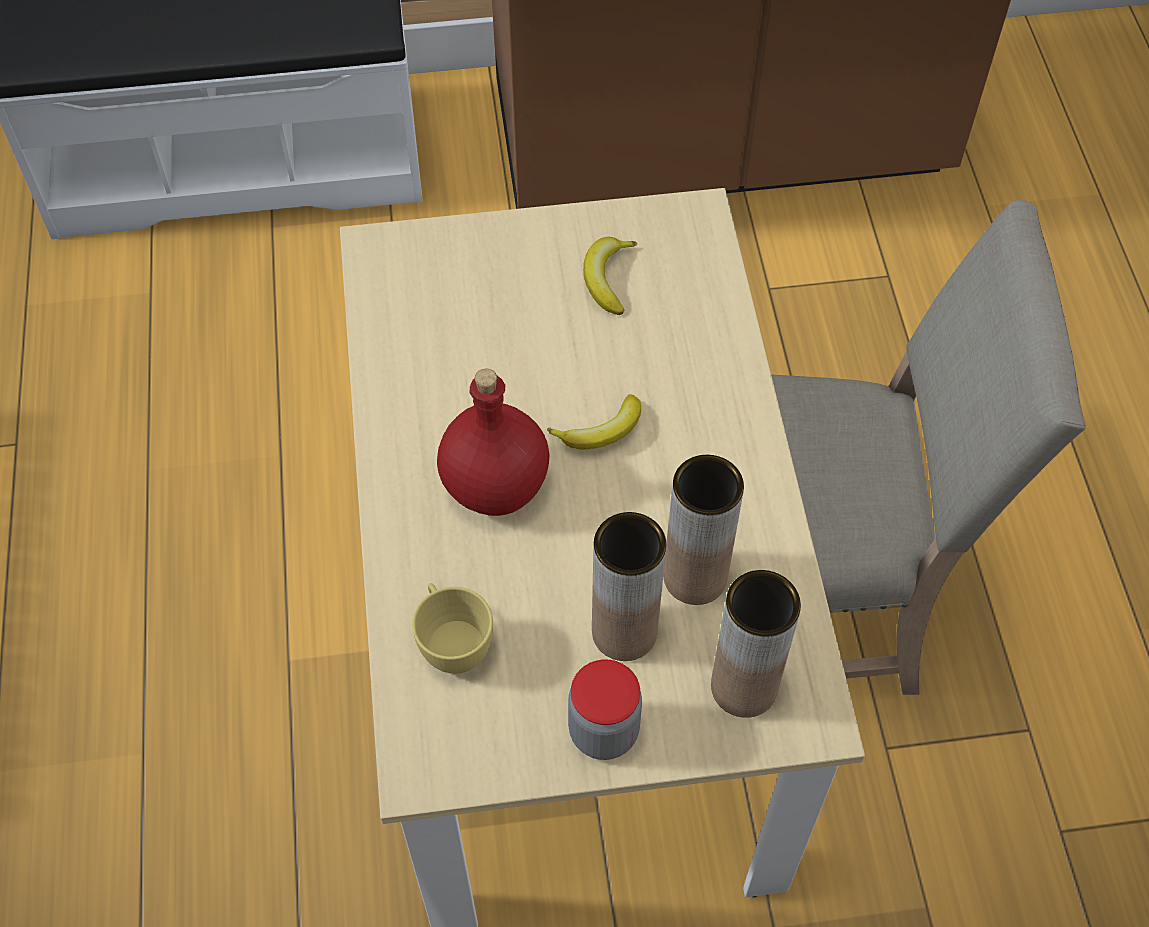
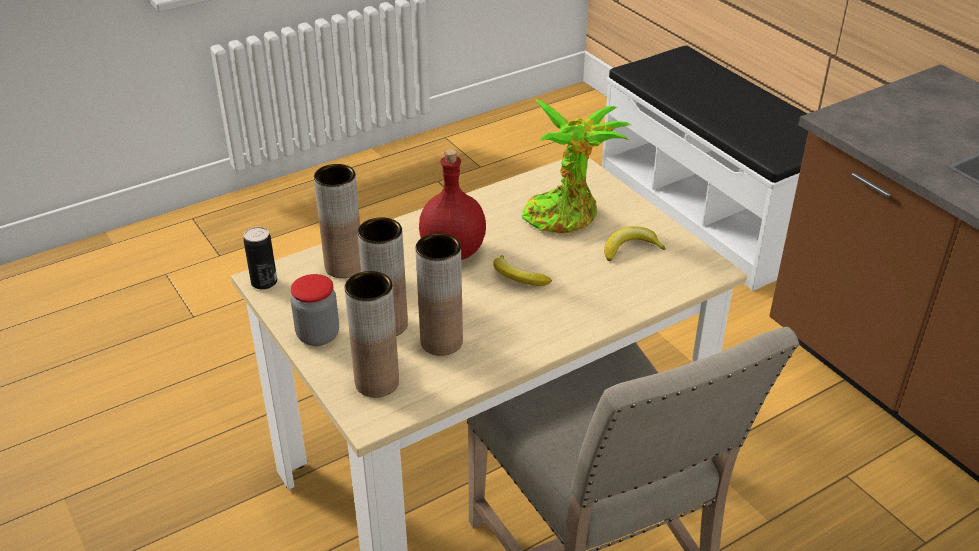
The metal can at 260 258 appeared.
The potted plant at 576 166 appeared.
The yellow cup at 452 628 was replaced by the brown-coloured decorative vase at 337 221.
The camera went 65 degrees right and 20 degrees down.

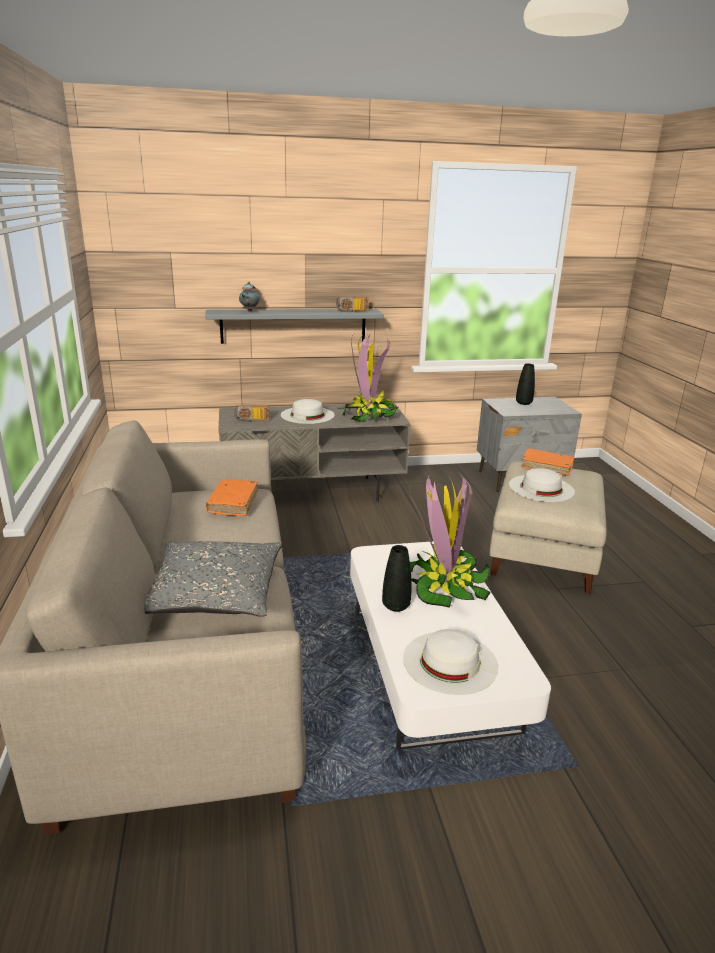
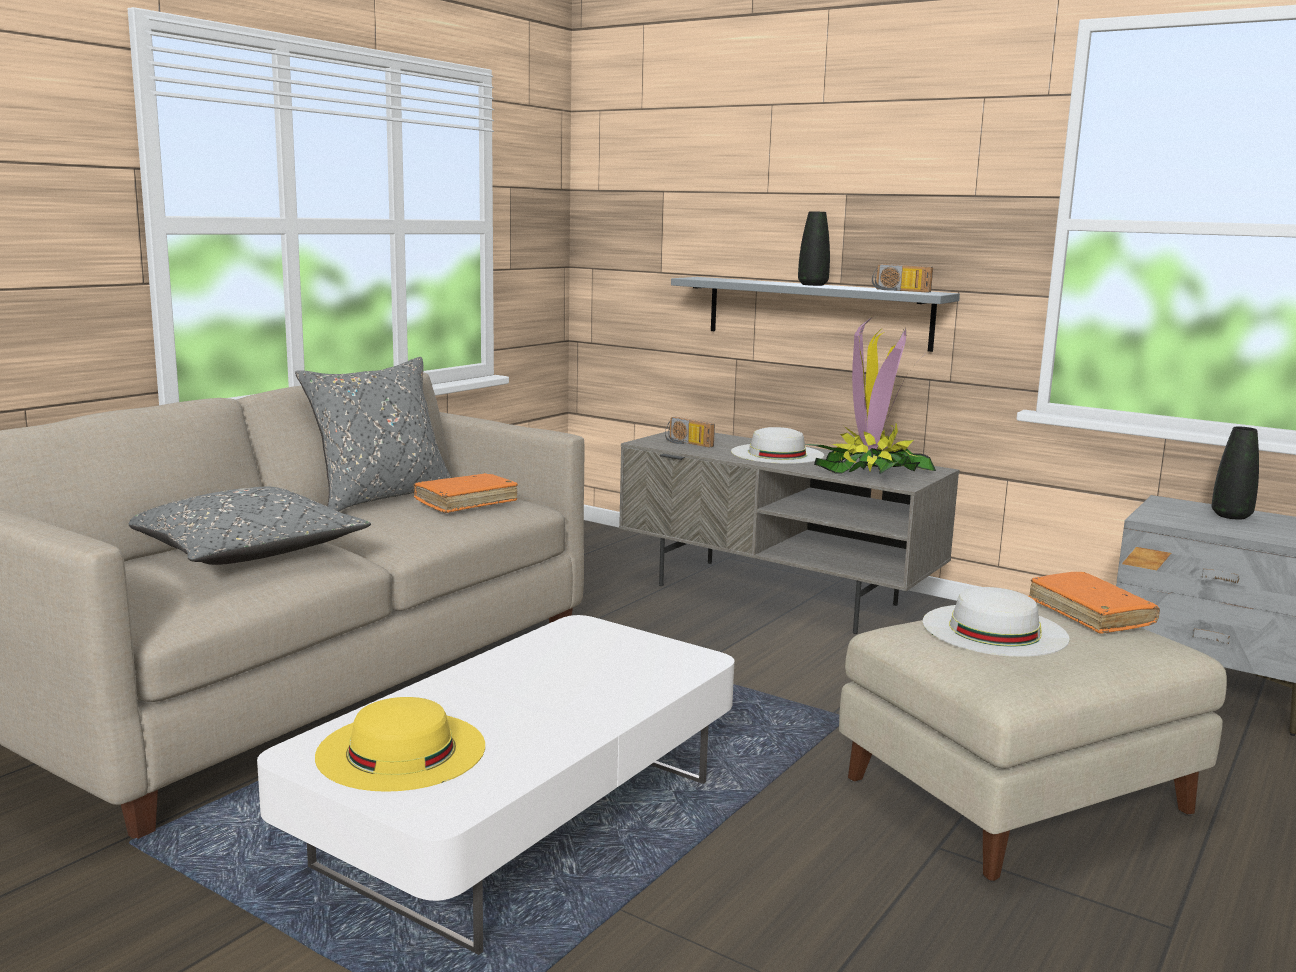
The teapot at 249 297 disappeared.
The potted plant at 450 540 disappeared.
The grey throw pillow at 373 434 appeared.
The black decorative vase moved from 397 578 to 814 248.
The whitish hat at 450 662 became the yellow hat at 400 744.
The camera went 45 degrees right and 10 degrees down.

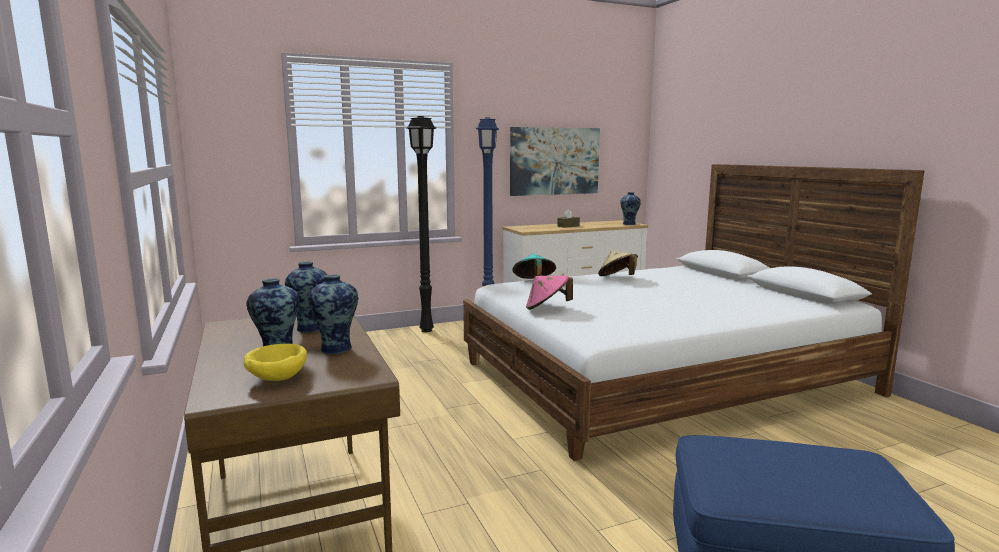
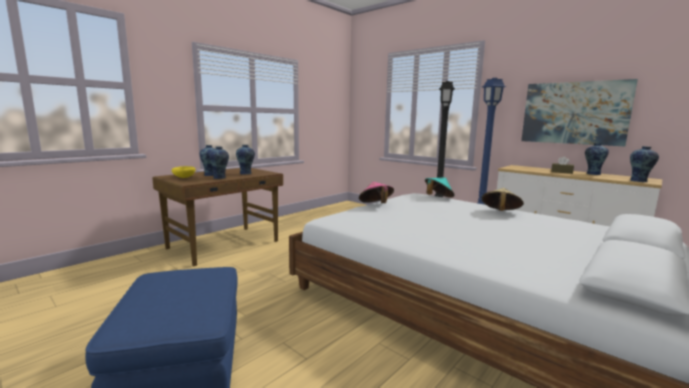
The decorative vase at 597 159 appeared.
The camera went 65 degrees right and 0 degrees up.

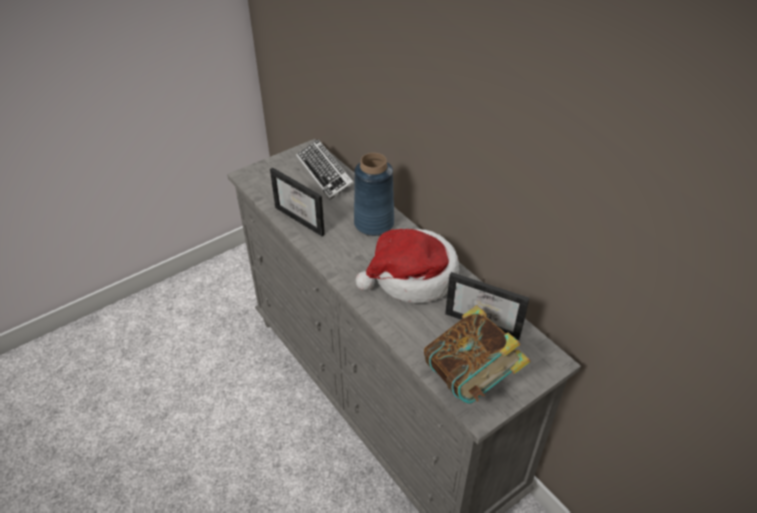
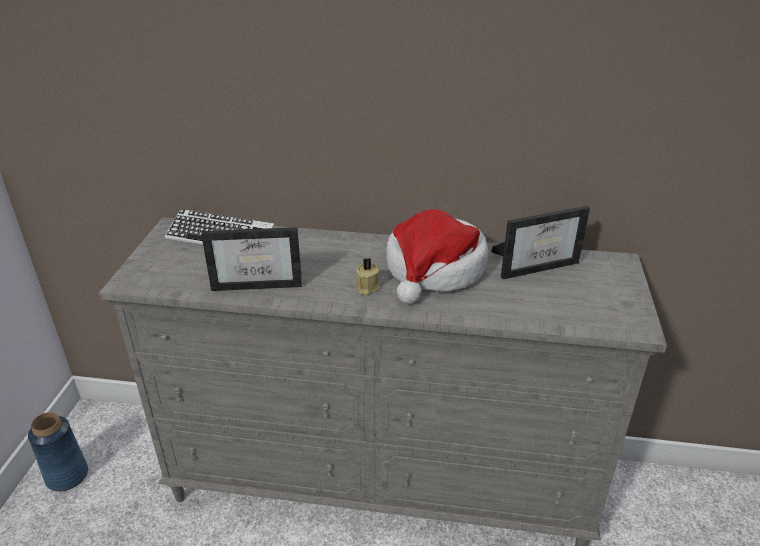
The volume at 477 354 disappeared.
The sand-coloured wax light at 367 276 appeared.
The blue-coloured decorative vase moved from 374 194 to 58 452.
The camera went 45 degrees left and 10 degrees down.

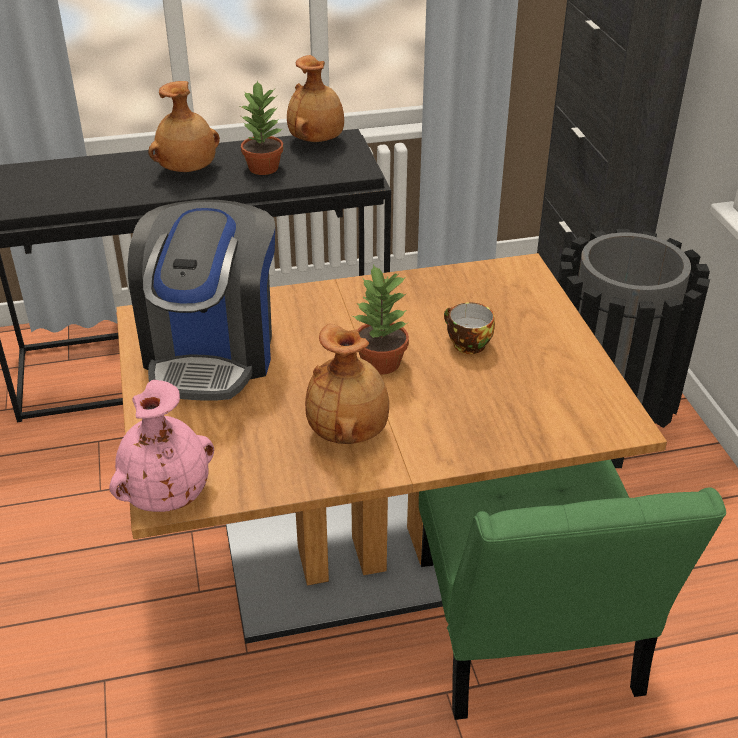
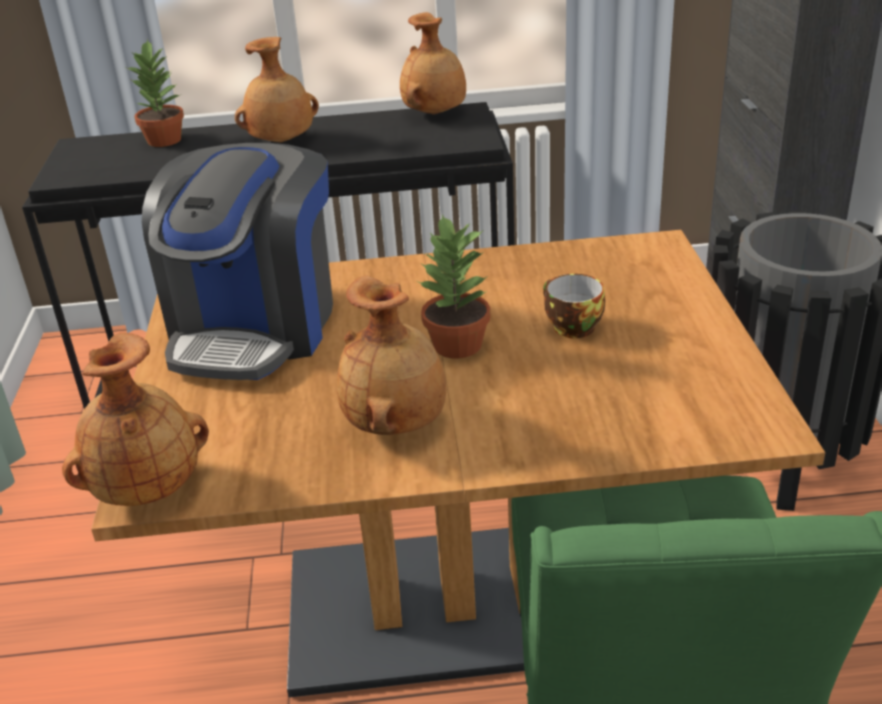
The potted plant moved from 261 128 to 155 93.
The pink decorative vase at 161 446 became the brown-coloured decorative vase at 135 419.
The camera went 10 degrees right and 5 degrees down.

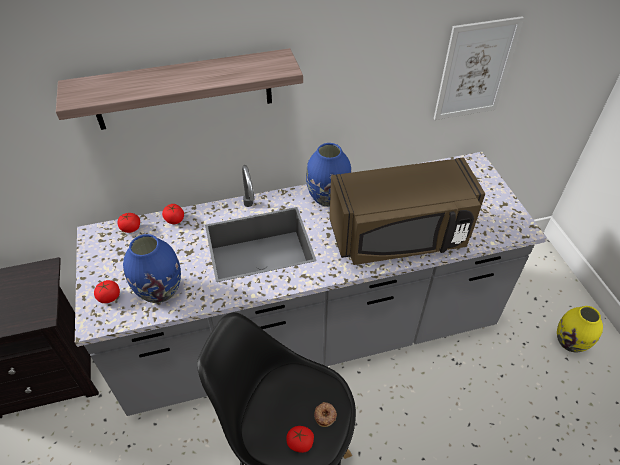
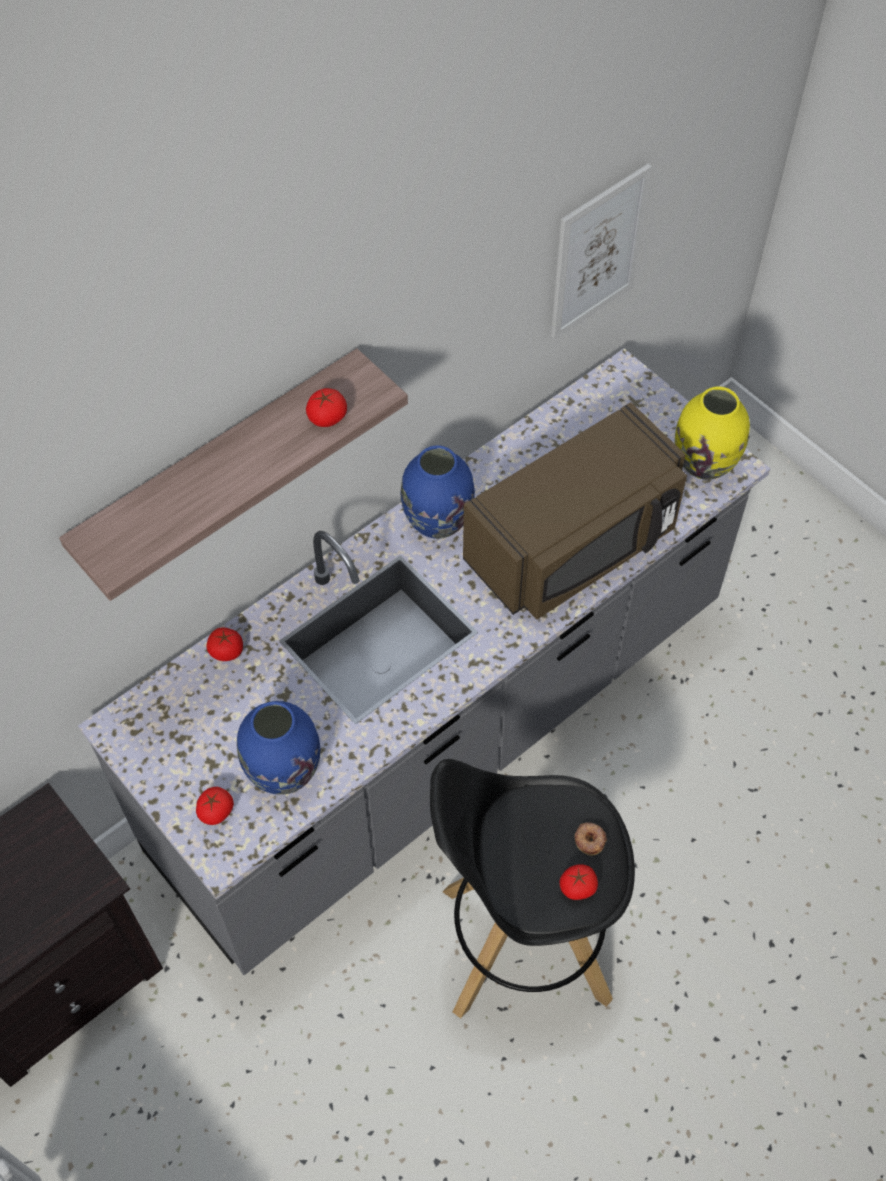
The whole tomato moved from 129 223 to 326 407.
The yellow decorative vase moved from 580 329 to 712 433.
The camera went 25 degrees left and 10 degrees up.

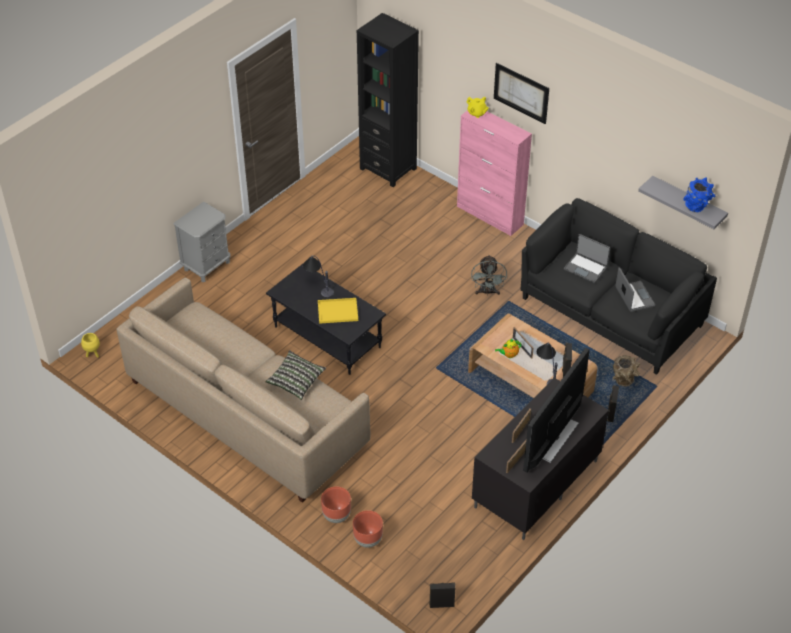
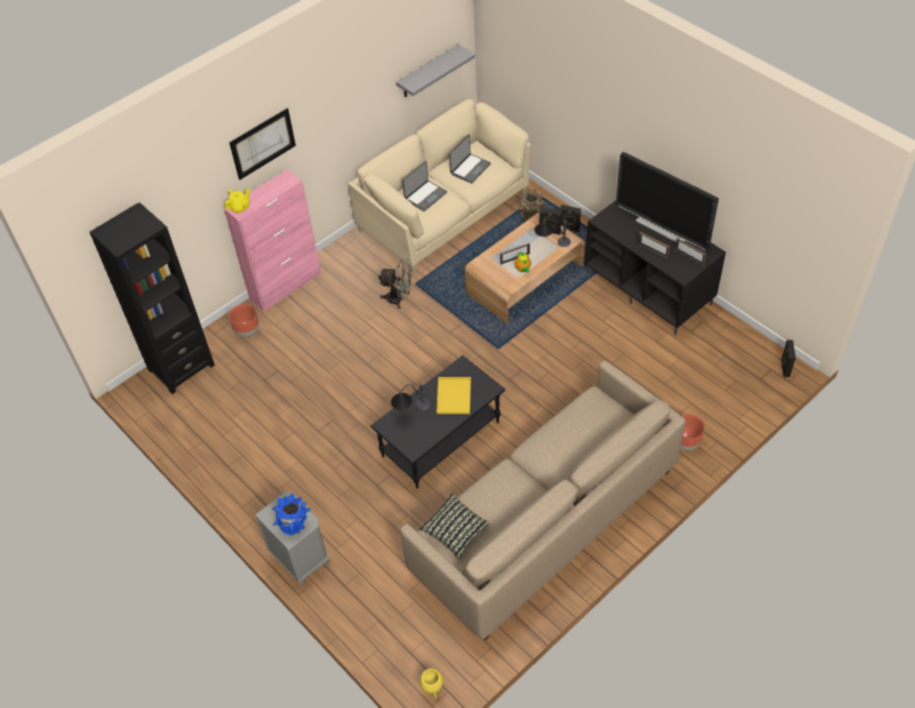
The throw pillow moved from 295 375 to 454 526.
The brown-coloured planter moved from 368 529 to 244 320.
The blue-coloured decorative vase moved from 699 195 to 291 514.
The black settee at 618 286 became the sand-coloured settee at 439 186.
The laptop at 635 290 turned 135 degrees clockwise.
The camera went 80 degrees left and 5 degrees up.

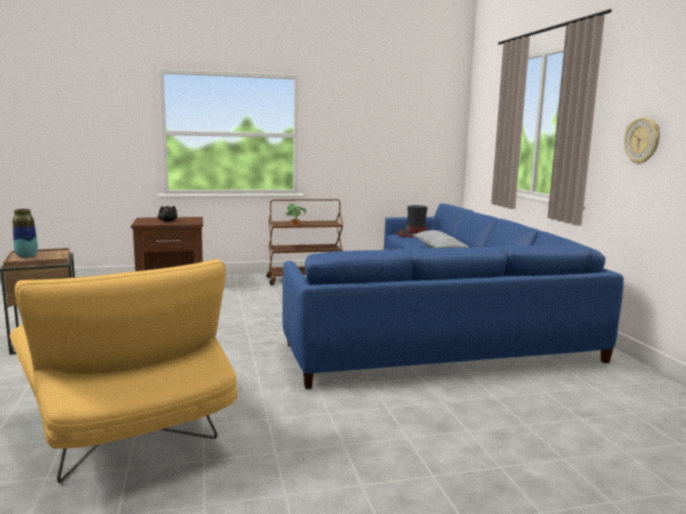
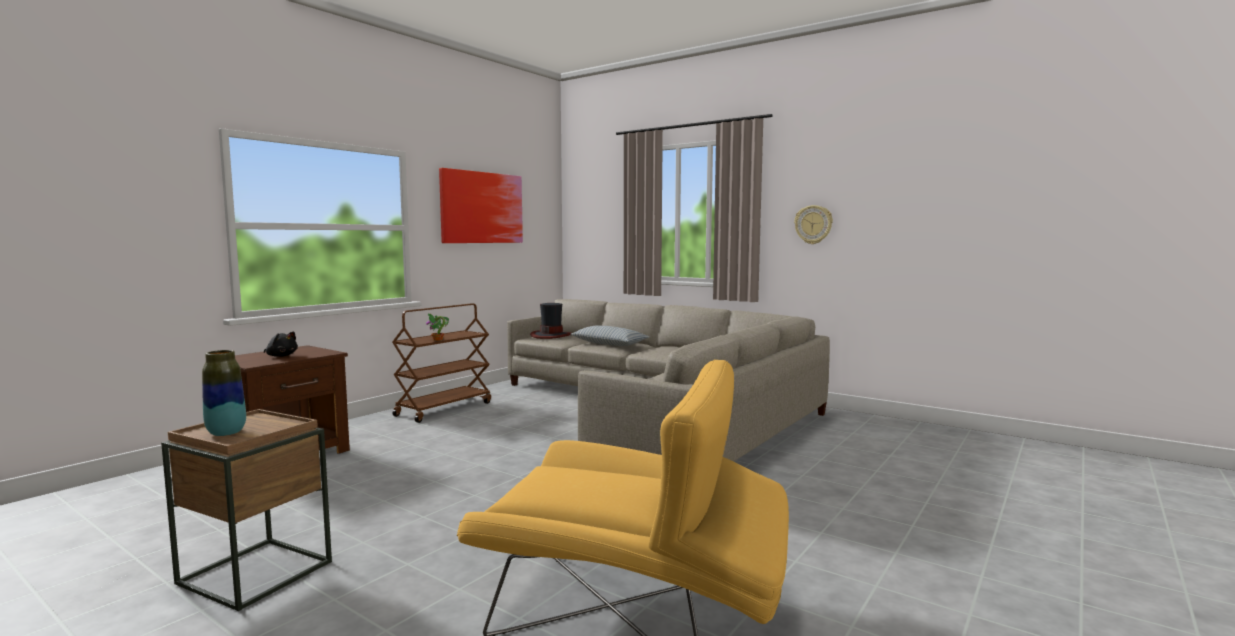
The wall picture at 481 205 appeared.
The blue-coloured settee at 453 296 became the grey settee at 668 380.
The camera went 40 degrees left and 5 degrees down.

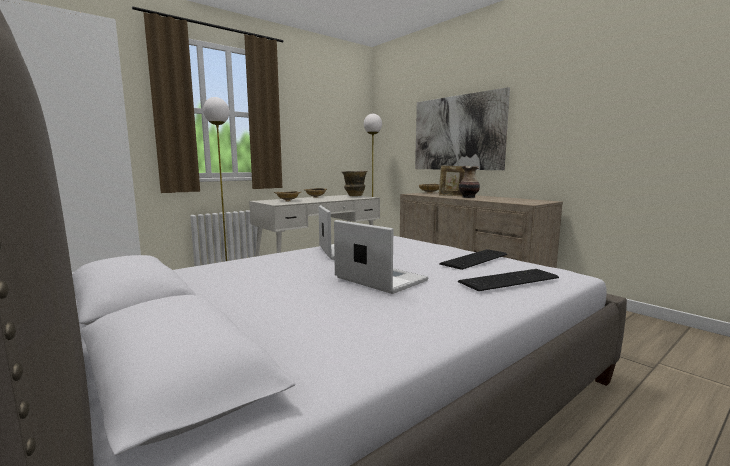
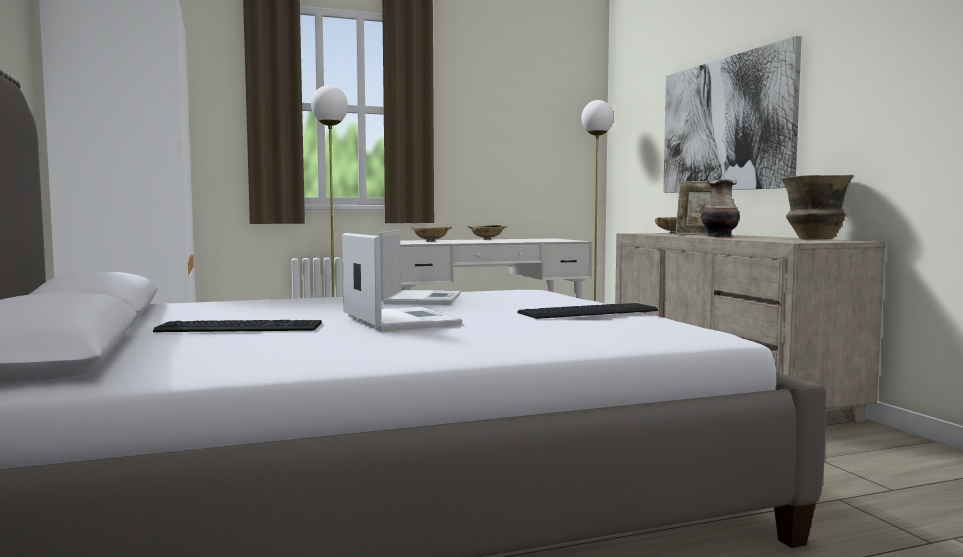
The decorative vase moved from 354 183 to 817 207.
The keyboard moved from 508 280 to 237 326.
The camera went 20 degrees right and 5 degrees down.

